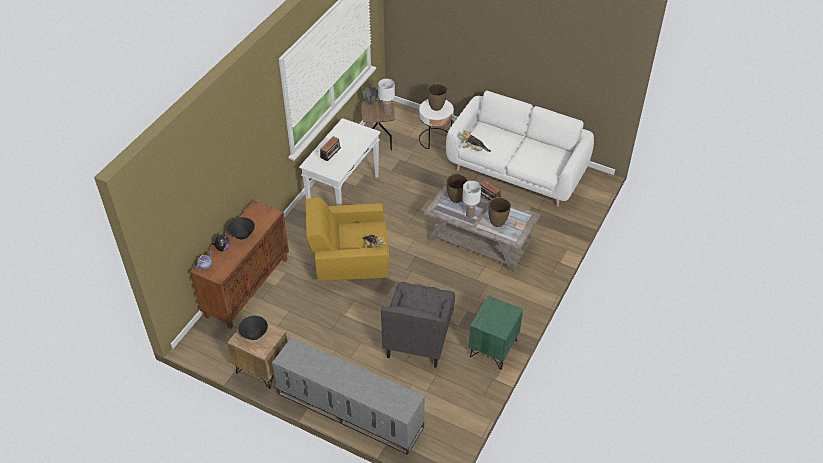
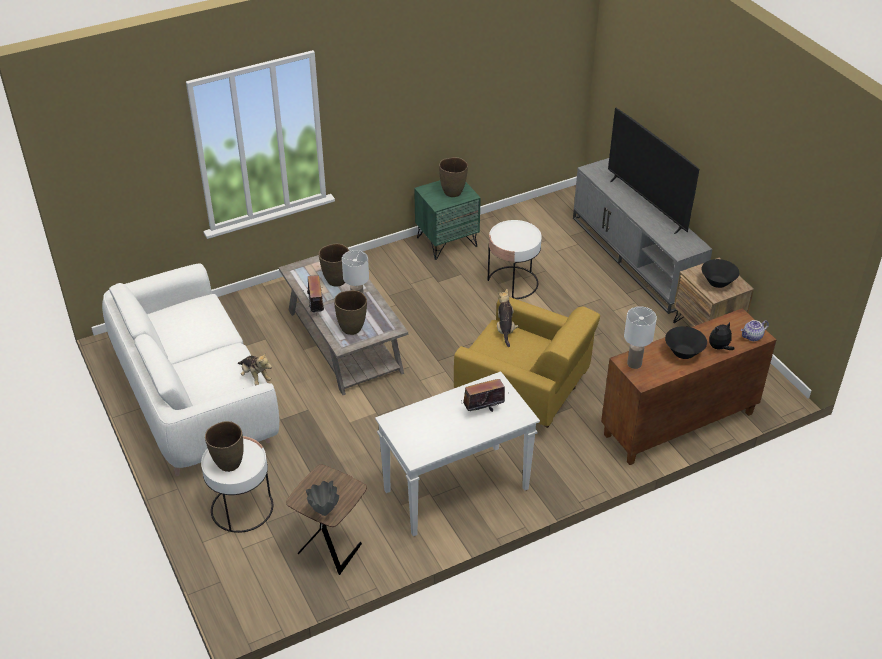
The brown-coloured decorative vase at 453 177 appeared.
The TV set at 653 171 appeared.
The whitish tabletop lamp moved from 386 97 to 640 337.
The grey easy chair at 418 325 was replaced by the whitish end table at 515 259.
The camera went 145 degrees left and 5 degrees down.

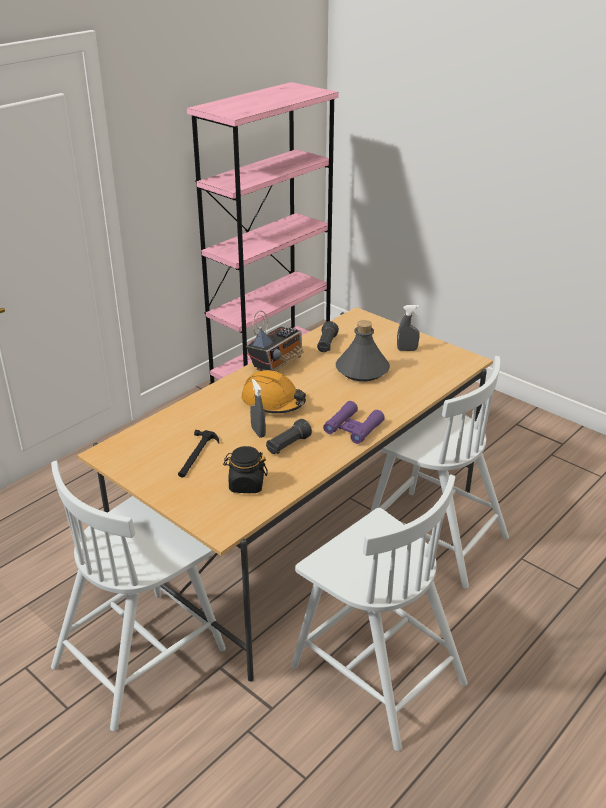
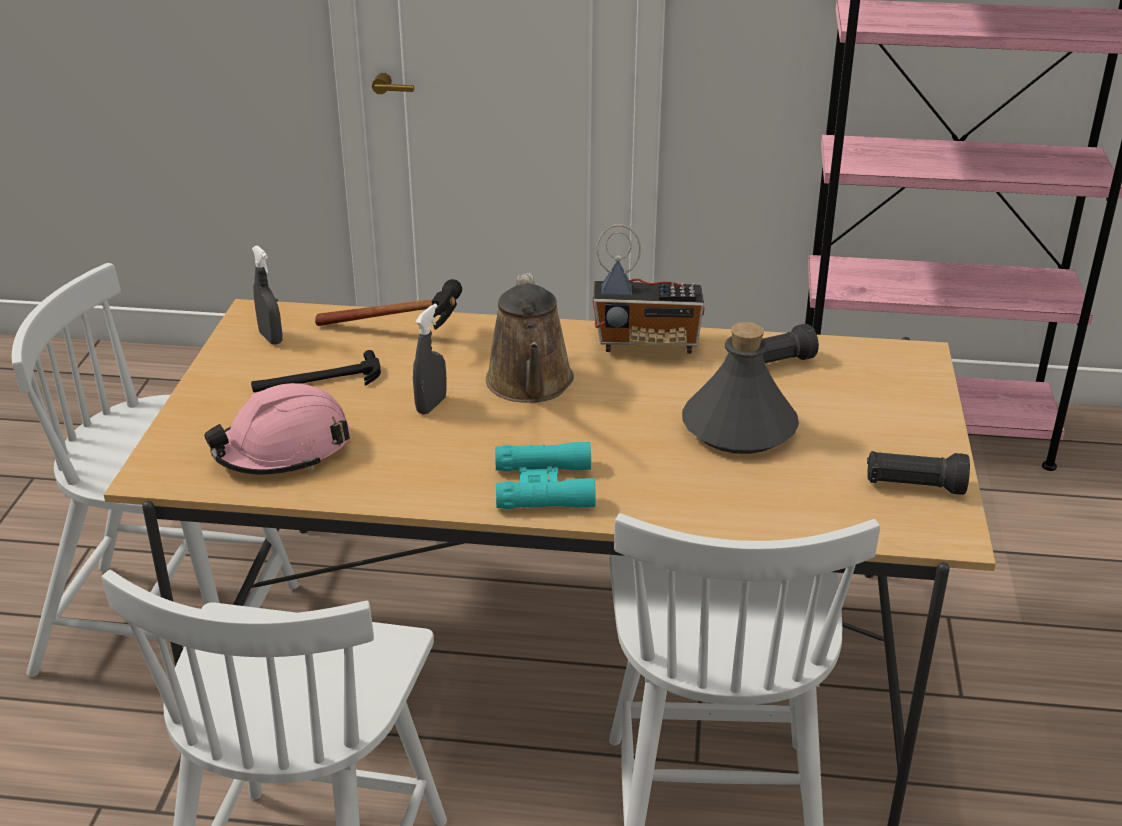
The hand hammer at 388 304 appeared.
The black hand torch moved from 289 436 to 918 473.
The grey spray bottle moved from 408 328 to 267 295.
The black storage jar at 245 469 was replaced by the pink work helmet at 277 429.
The orangey work helmet at 273 392 was replaced by the brown-coloured watering pot at 530 338.
The purplish field glasses at 354 422 became the turquoise field glasses at 545 476.
The camera went 55 degrees right and 0 degrees up.

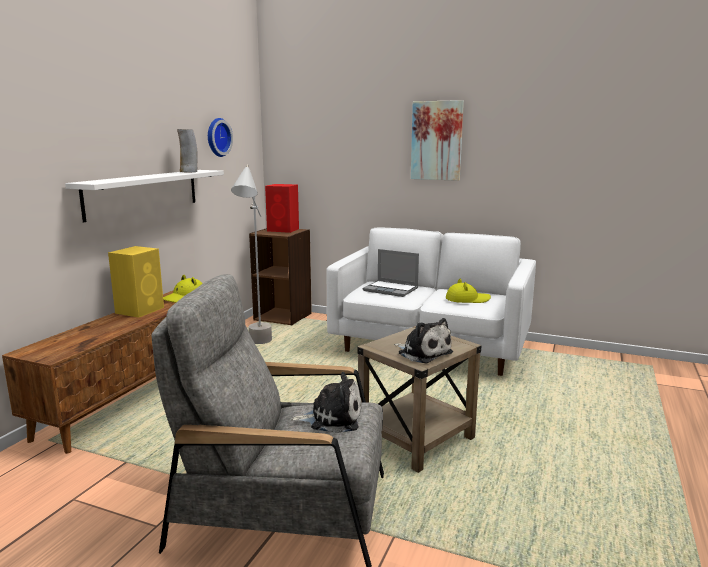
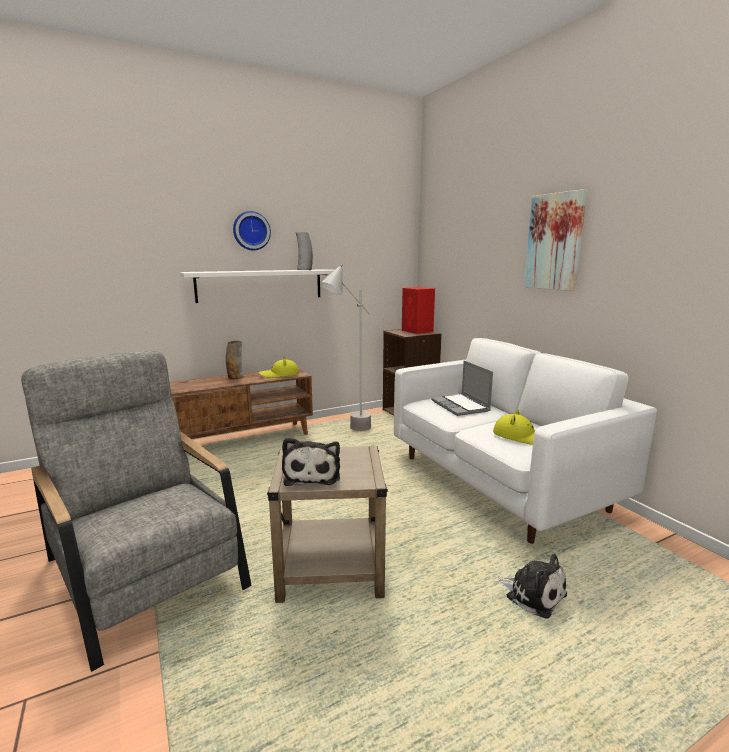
The clock on the wall moved from 220 137 to 252 231.
The soft toy moved from 326 402 to 531 586.
The yellow audio speaker at 136 282 was replaced by the decorative vase at 235 360.
The camera went 40 degrees right and 0 degrees up.

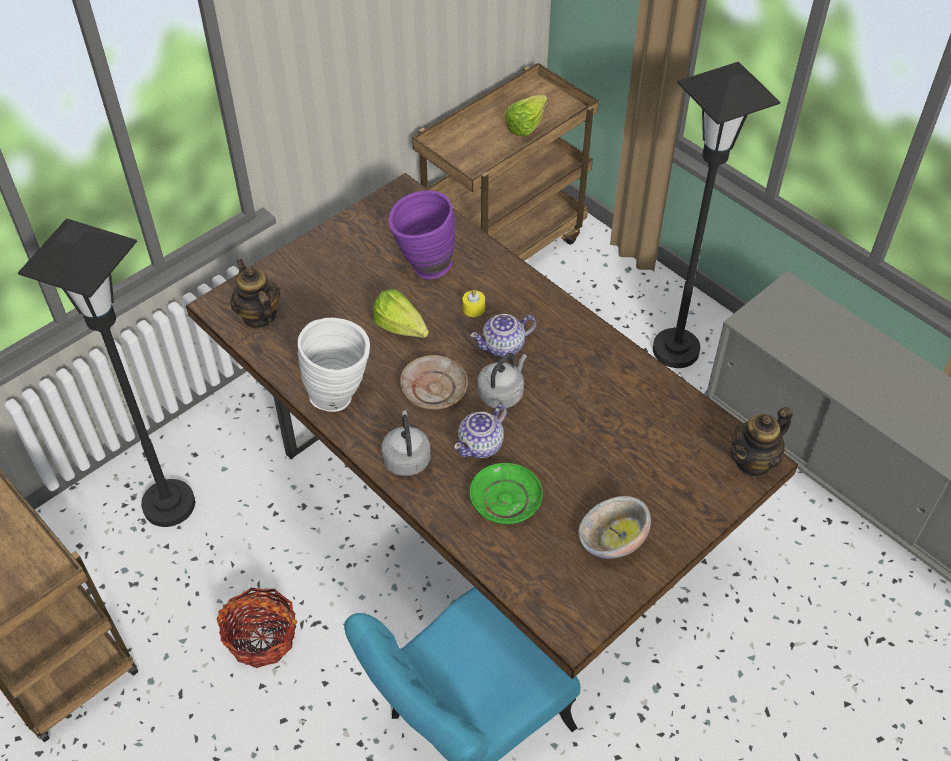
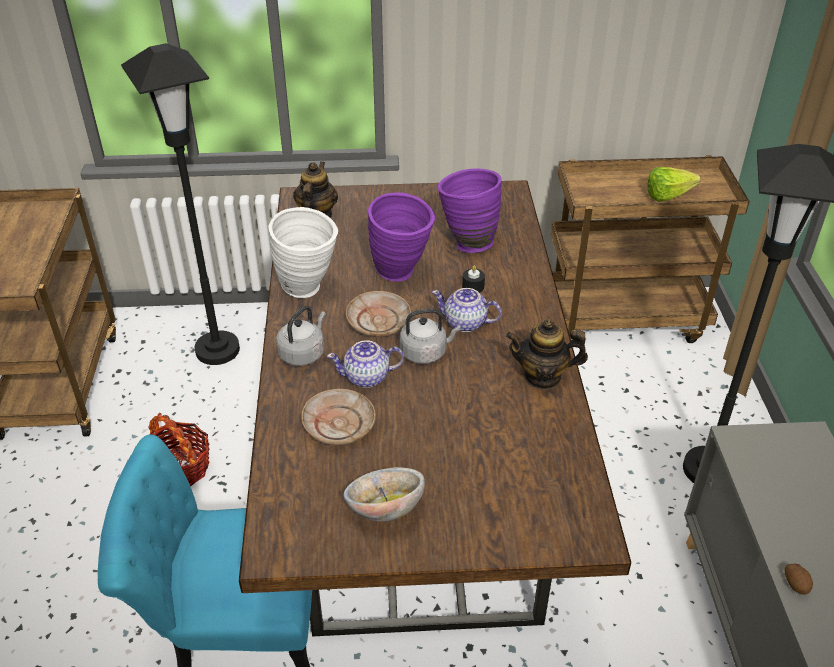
The spud at 798 579 appeared.
The teapot moved from 762 442 to 547 354.
The head of lettuce at 401 313 was replaced by the purplish decorative vase at 401 237.
The yellow wax light at 473 303 became the black wax light at 473 279.
The green plate at 506 493 became the sand-coloured plate at 338 417.
The camera went 40 degrees right and 10 degrees down.

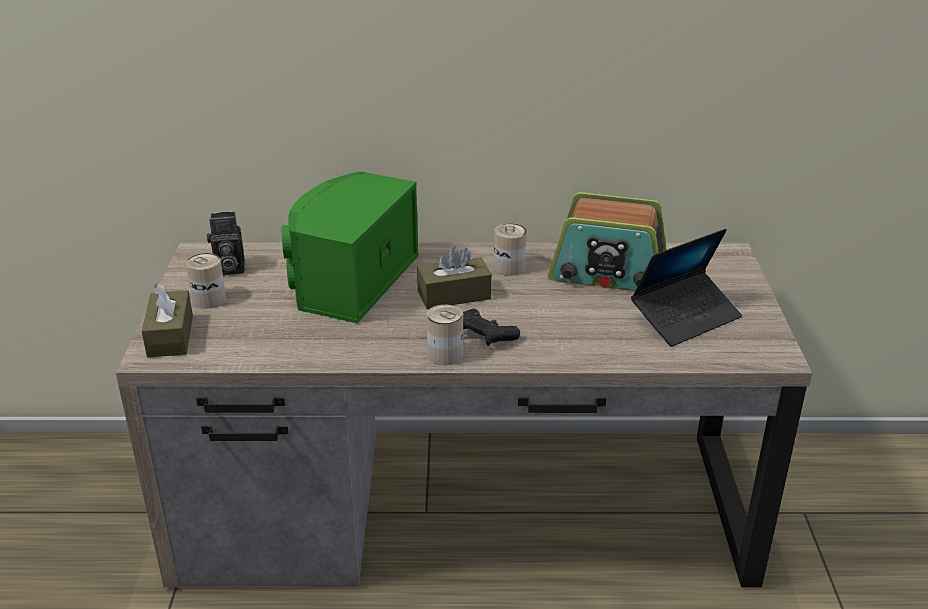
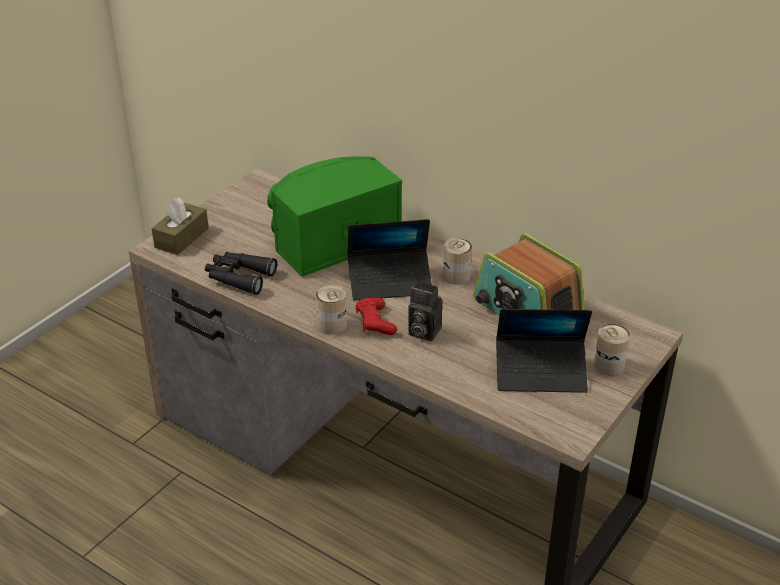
The black field glasses at 241 273 appeared.
The metal can moved from 206 281 to 612 349.
The photo camera moved from 226 243 to 425 311.
The brown-coloured tissue box at 454 277 was replaced by the laptop at 390 260.
The black game controller at 491 327 became the red-coloured game controller at 376 316.
The camera went 35 degrees right and 5 degrees up.

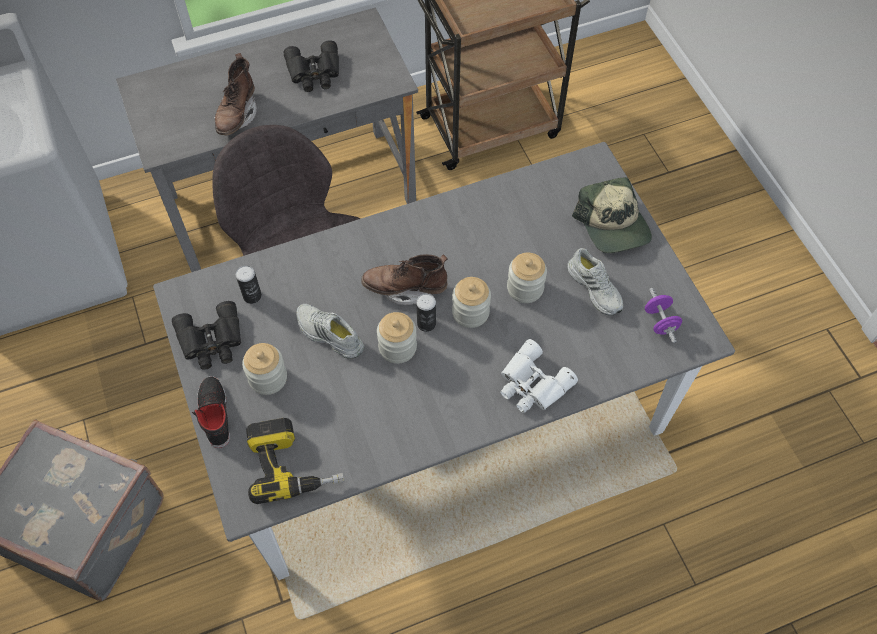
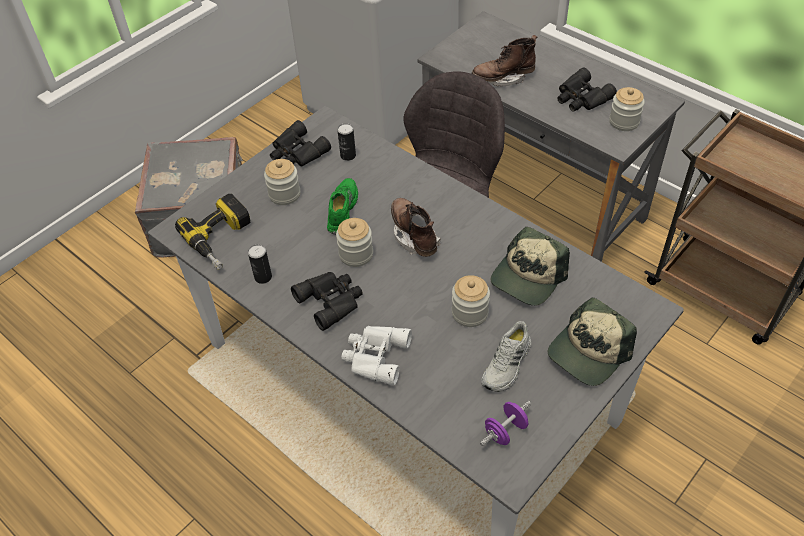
The black low shoe at 211 412 disappeared.
The black field glasses at 327 301 appeared.
The cap at 530 266 appeared.
The metal can moved from 426 313 to 260 264.
The storage jar moved from 471 302 to 627 109.
The whitish low shoe at 330 331 became the green low shoe at 342 206.
The camera went 65 degrees right and 10 degrees down.

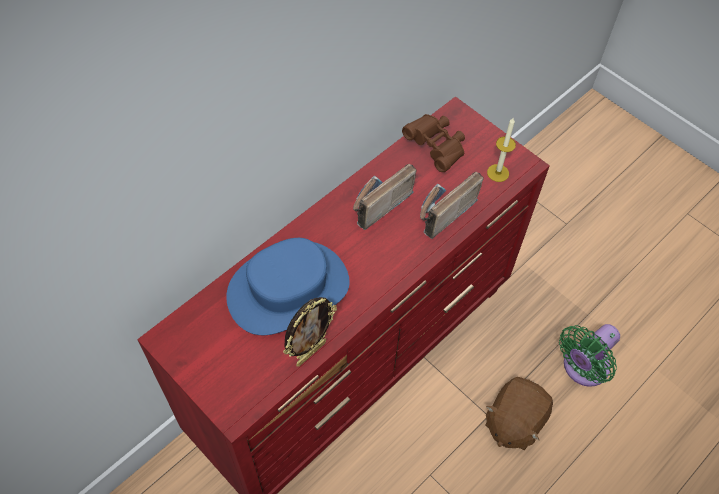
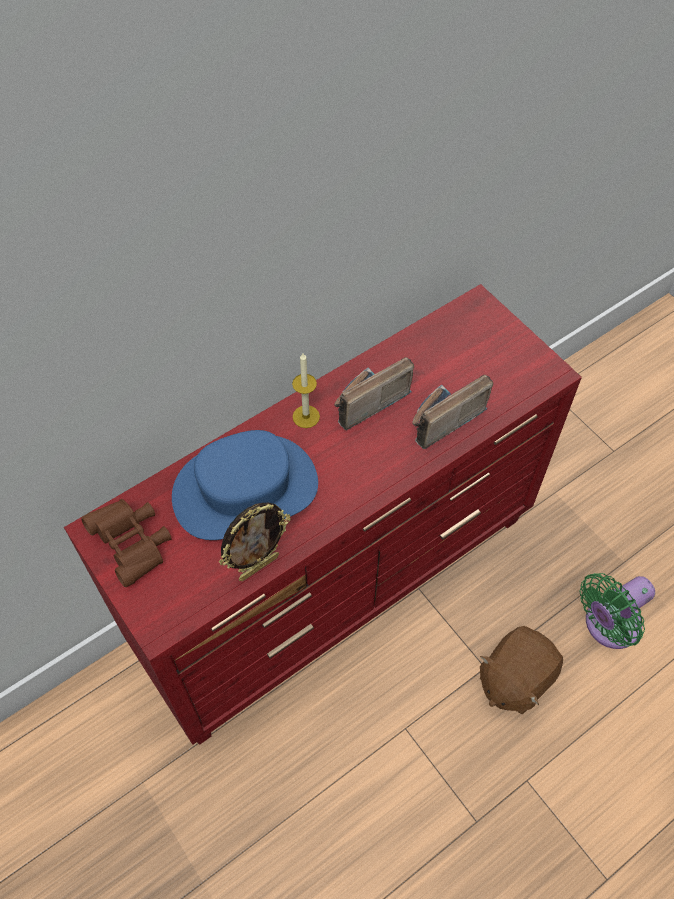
The brown-coloured field glasses moved from 433 143 to 126 543.
The wax light moved from 501 150 to 306 390.
The camera went 10 degrees right and 0 degrees up.

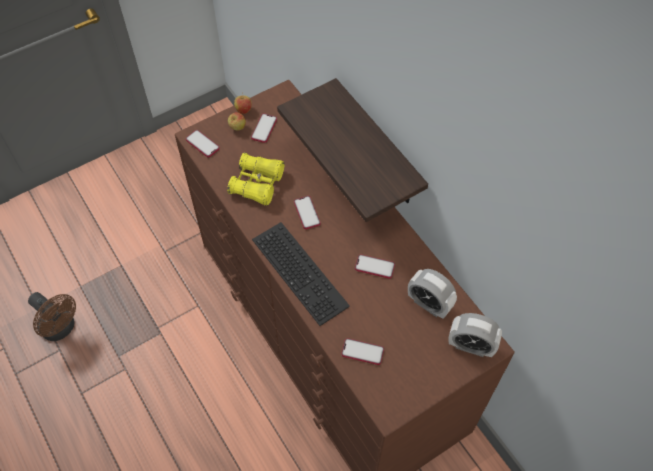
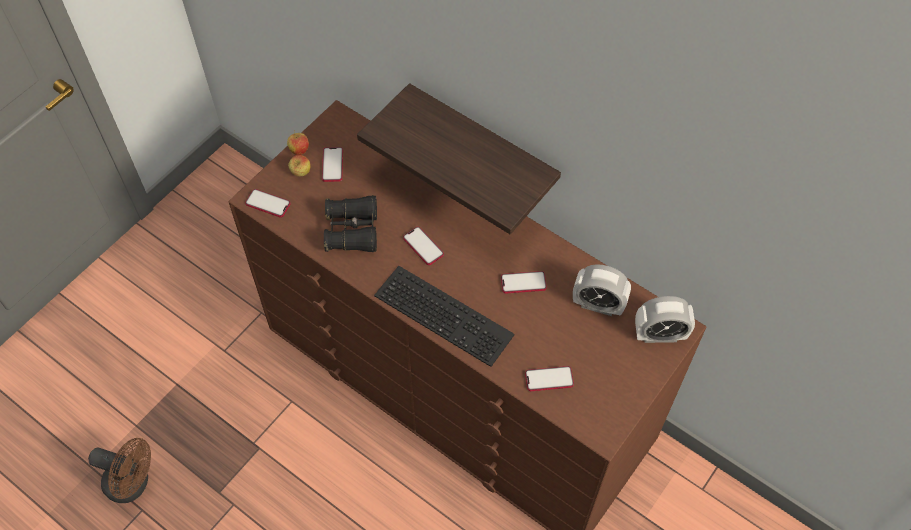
The yellow field glasses at 256 179 became the black field glasses at 350 223.
The camera went 20 degrees left and 0 degrees up.

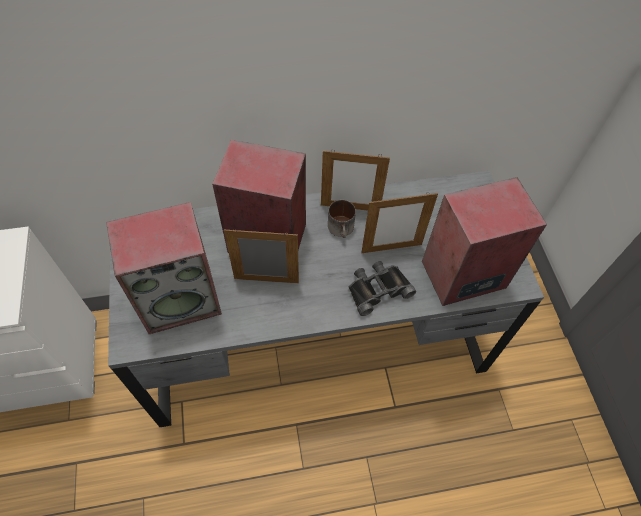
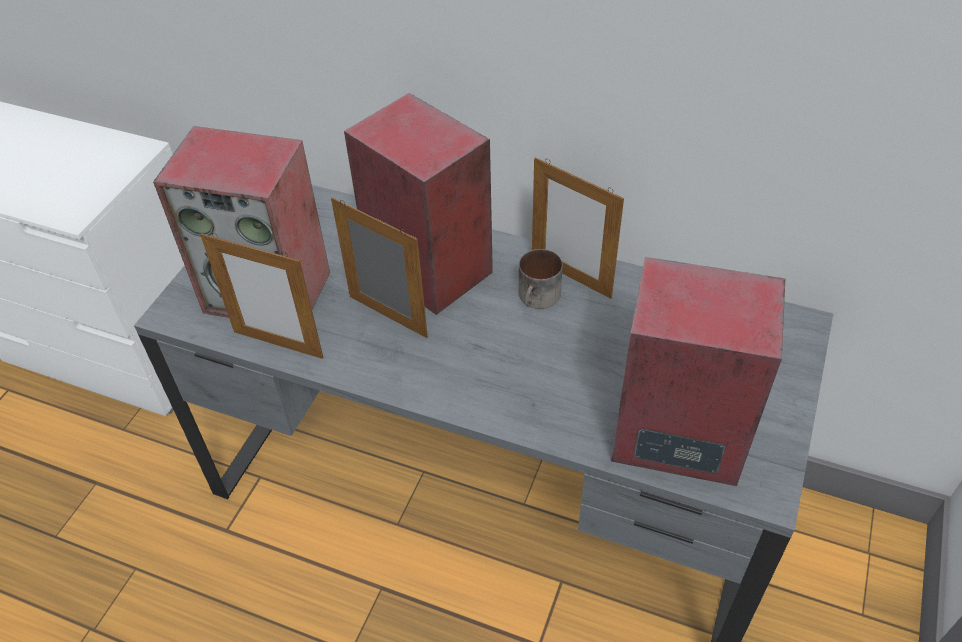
The black field glasses at 382 288 disappeared.
The photo frame moved from 399 222 to 261 296.
The camera went 35 degrees right and 10 degrees down.

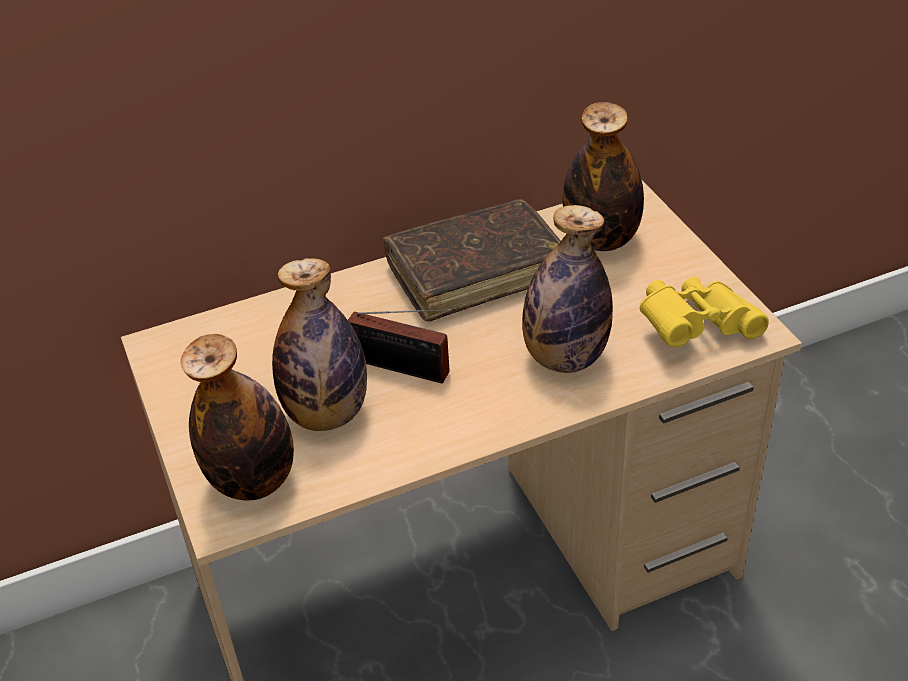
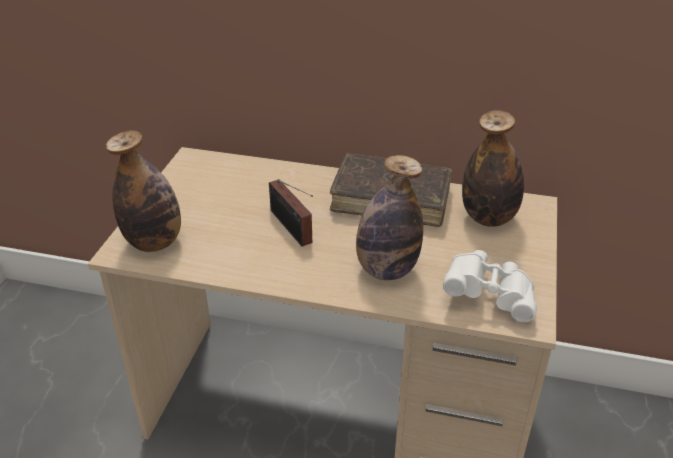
The bottle at 319 344 disappeared.
The yellow field glasses at 704 312 became the whitish field glasses at 490 286.
The camera went 35 degrees right and 5 degrees down.

